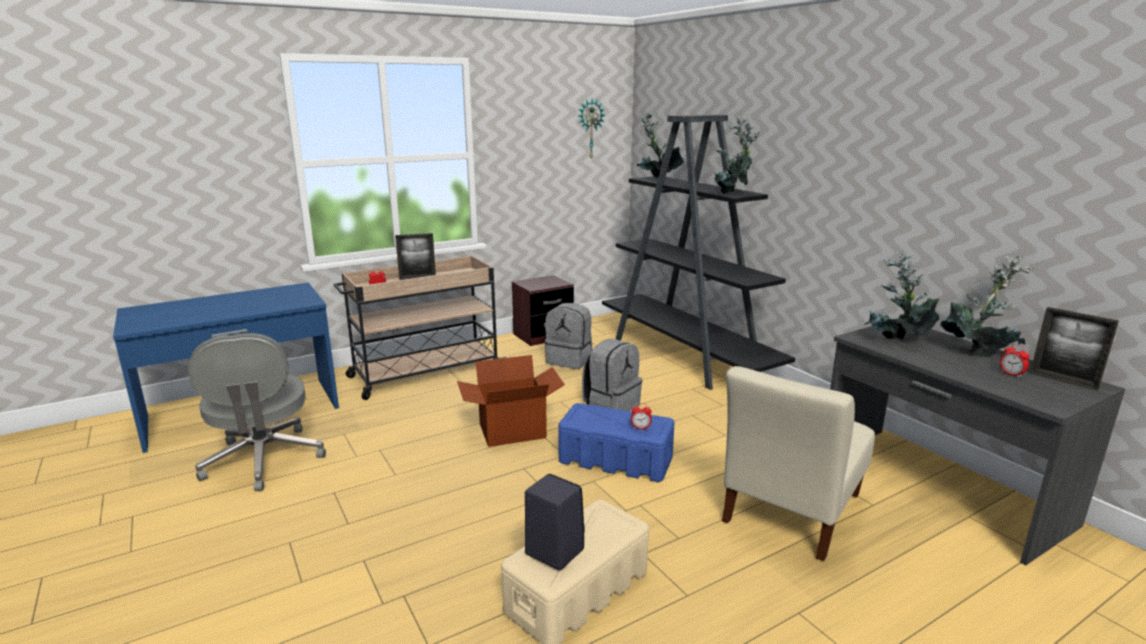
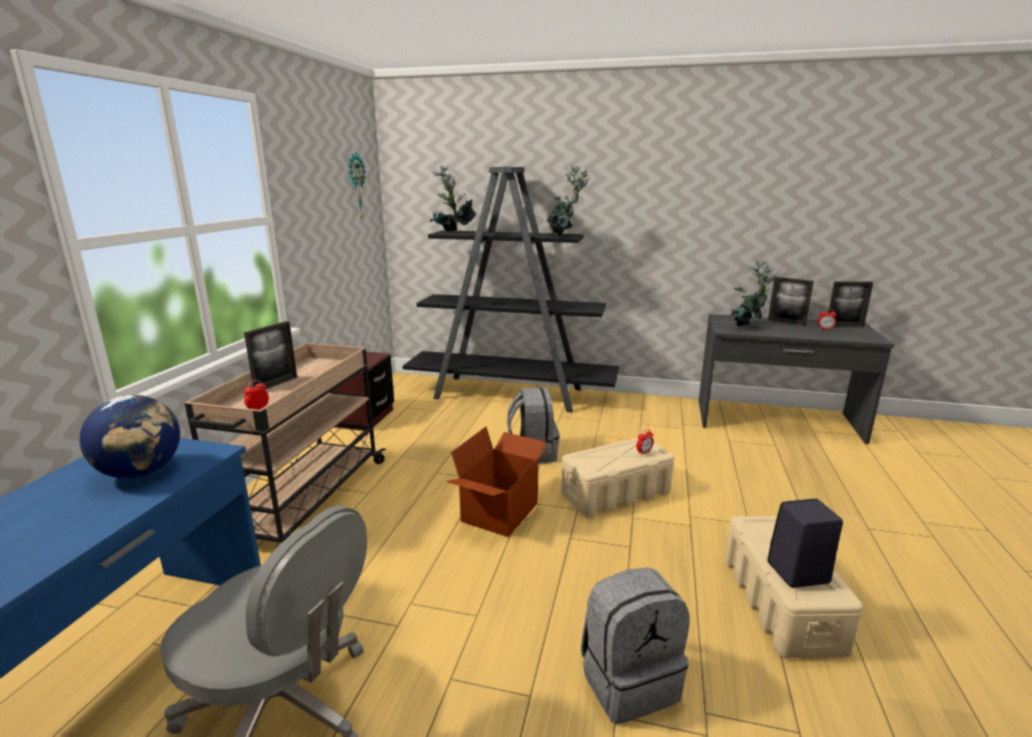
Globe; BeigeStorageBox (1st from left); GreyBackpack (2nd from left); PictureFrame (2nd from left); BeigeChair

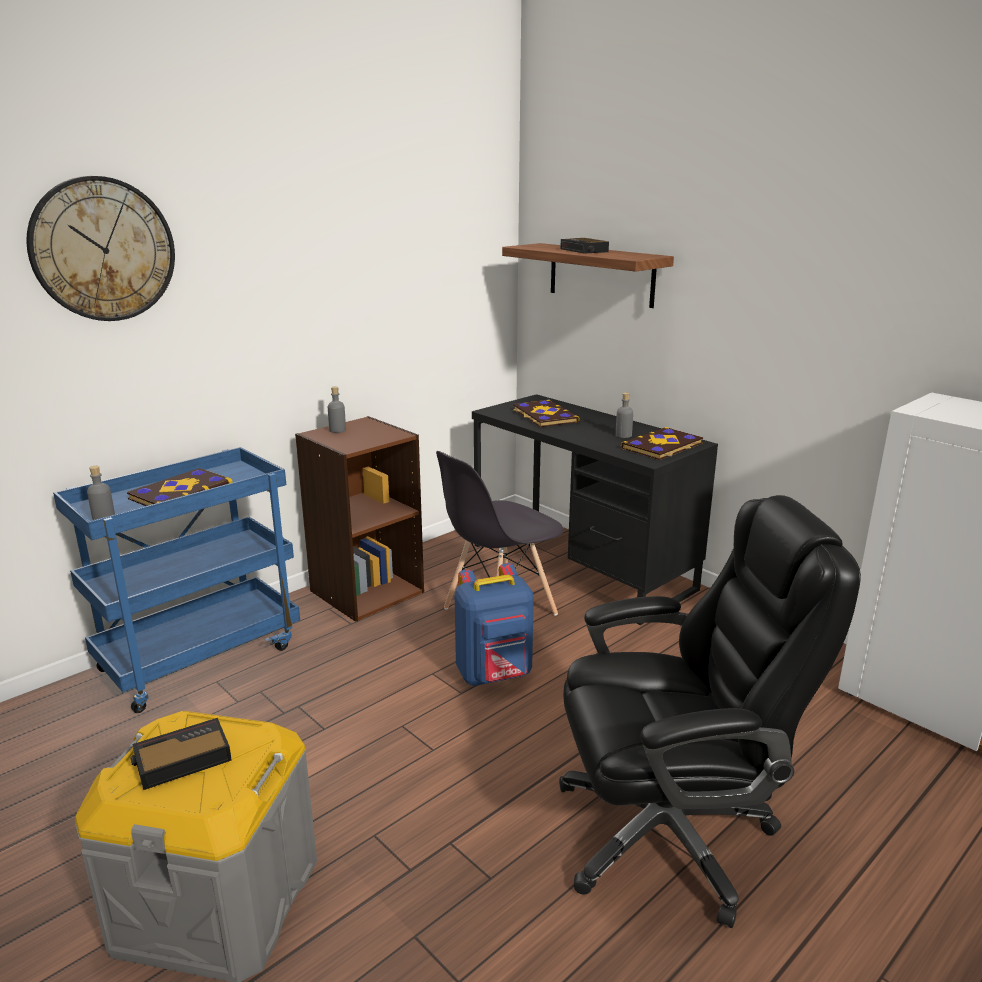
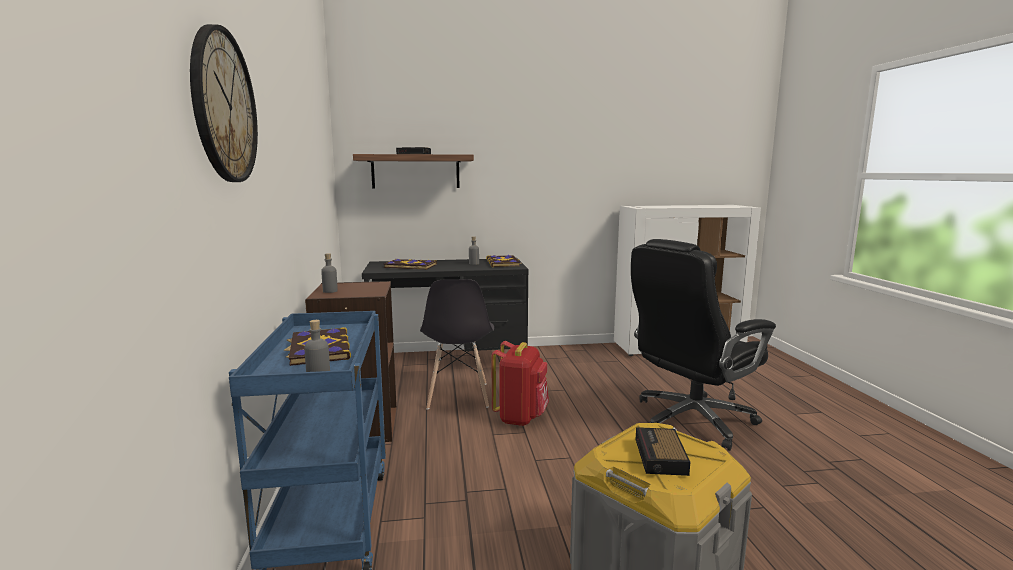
RedBackpack; BlackOfficeChair

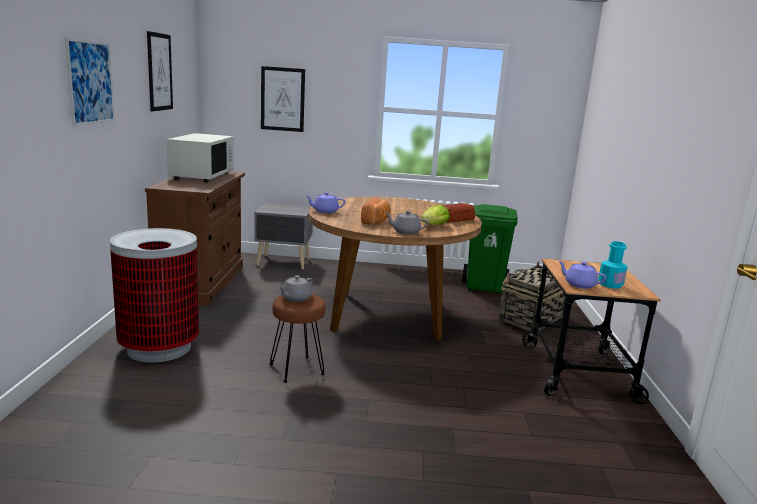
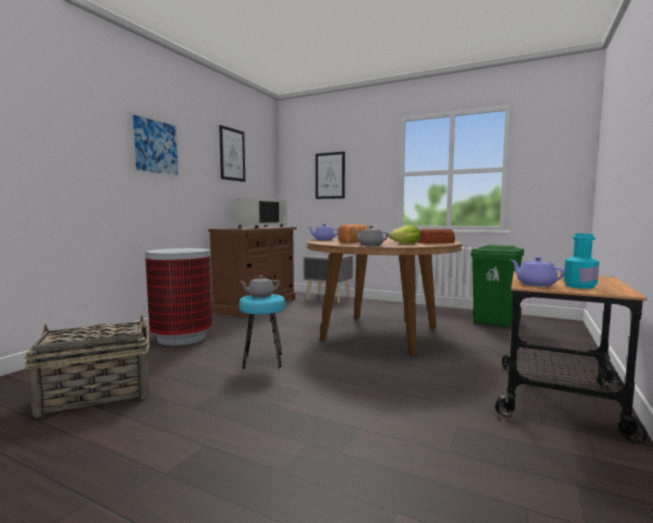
Basket; TurquoiseStool

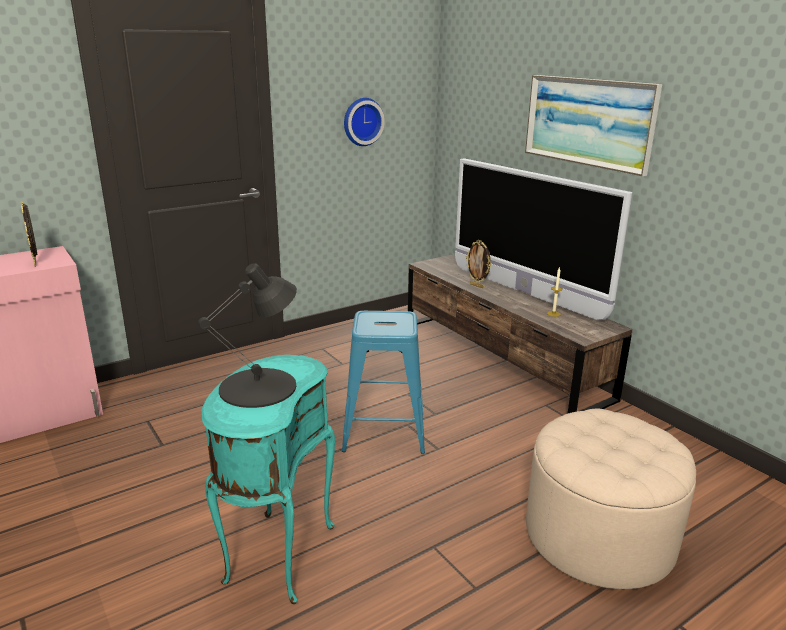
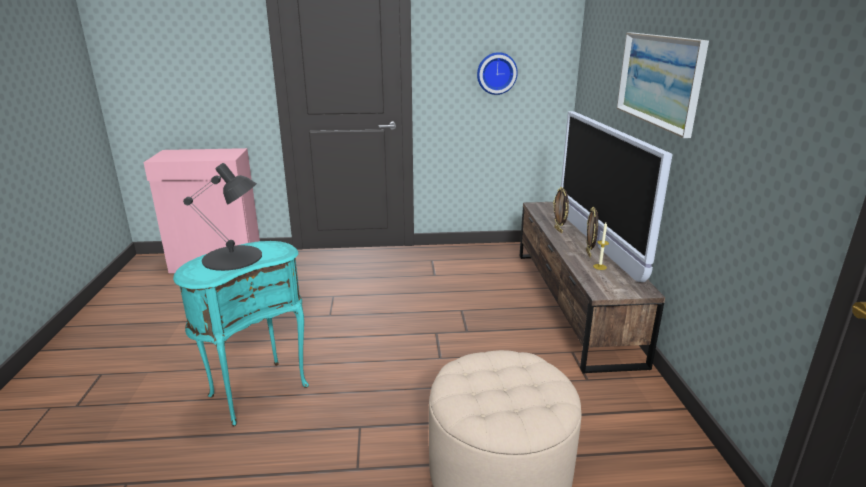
PictureFrame (2nd from left); BlueStool

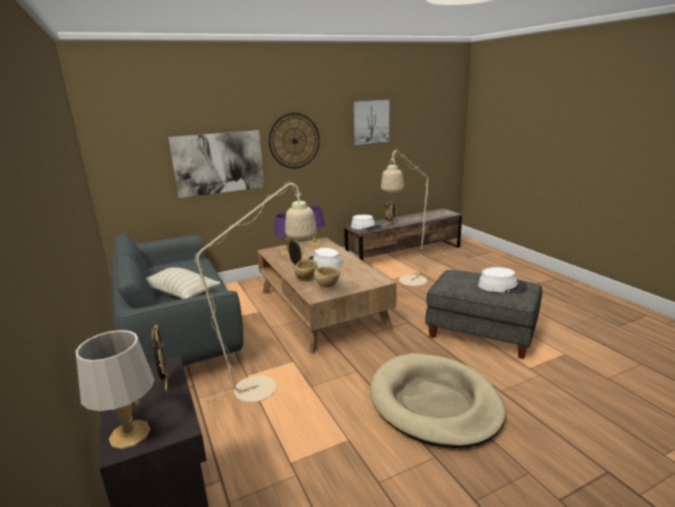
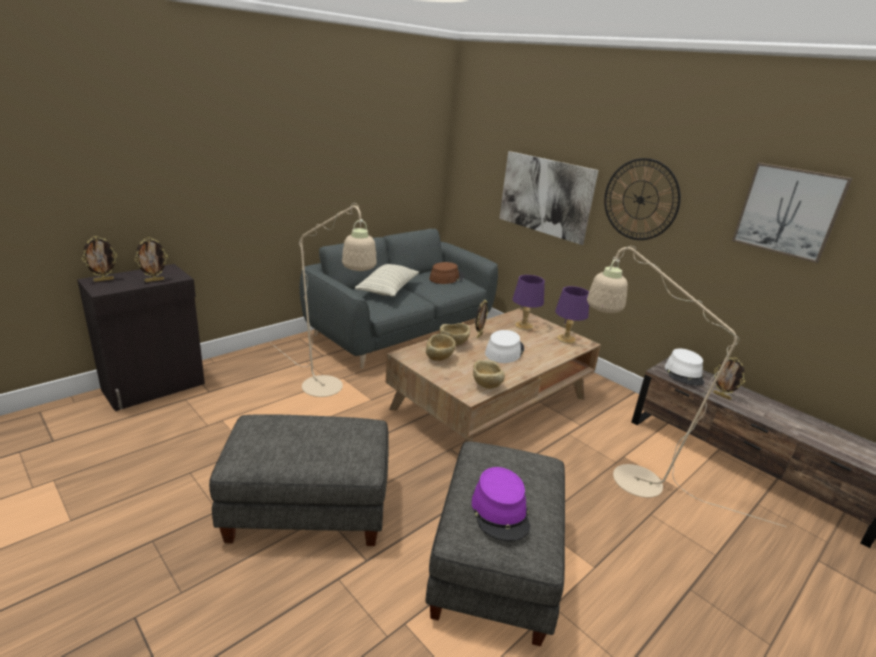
PictureFrame (1st from left); GreyOttoman (1st from left); BrownHat; PurpleHat; BeigeBowl (3rd from left)

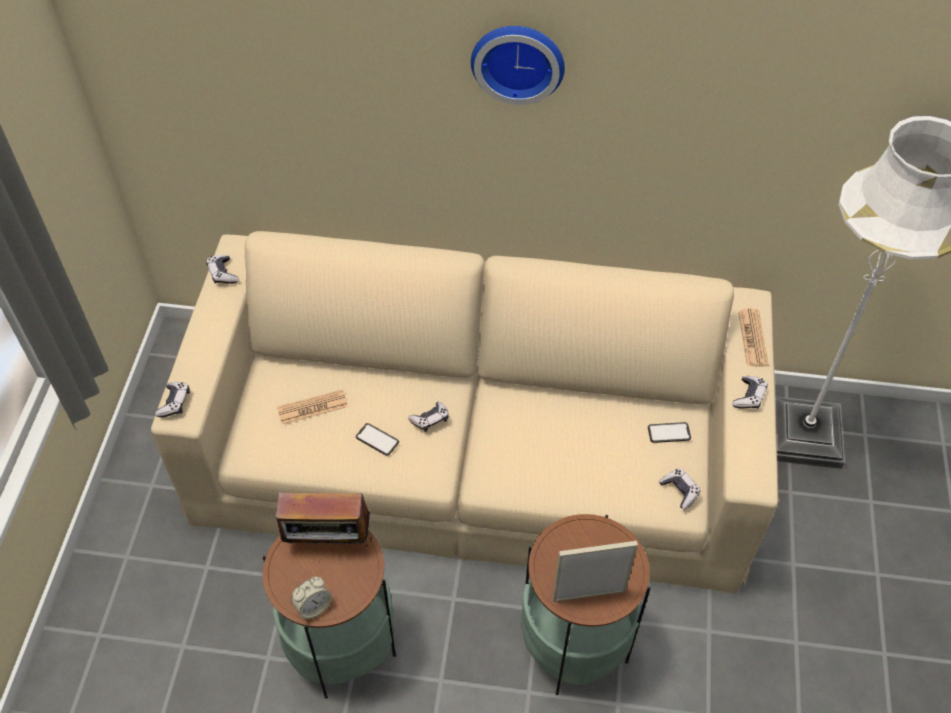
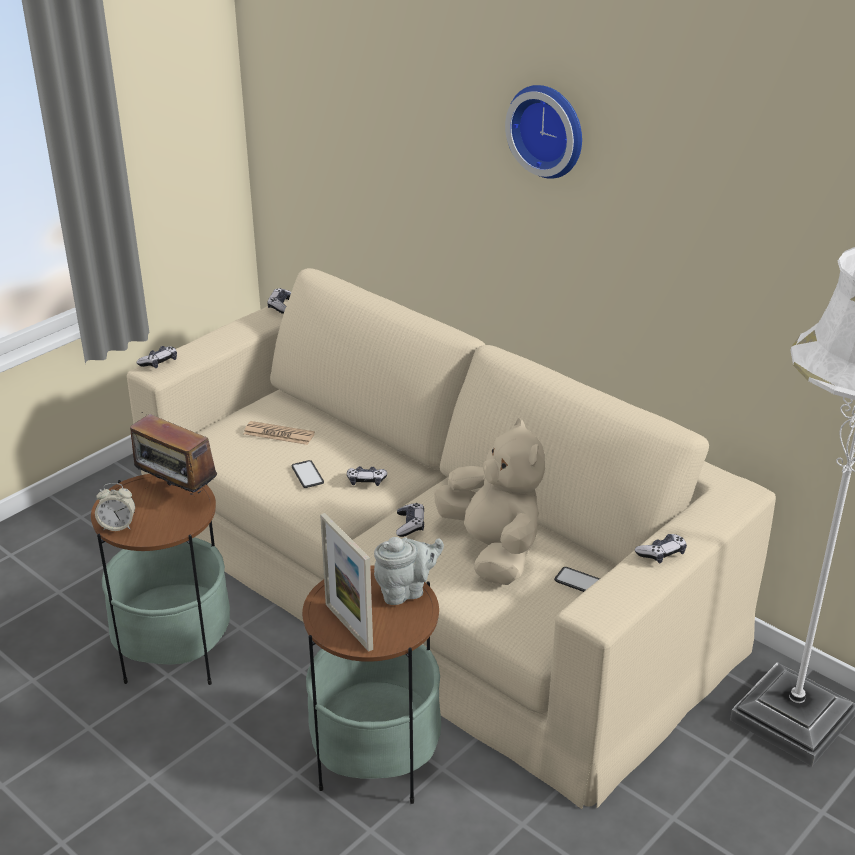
PictureFrame; GreyTeapot; GameController (4th from left); BeigePlushToy; Newspaper (2nd from left in the first image)

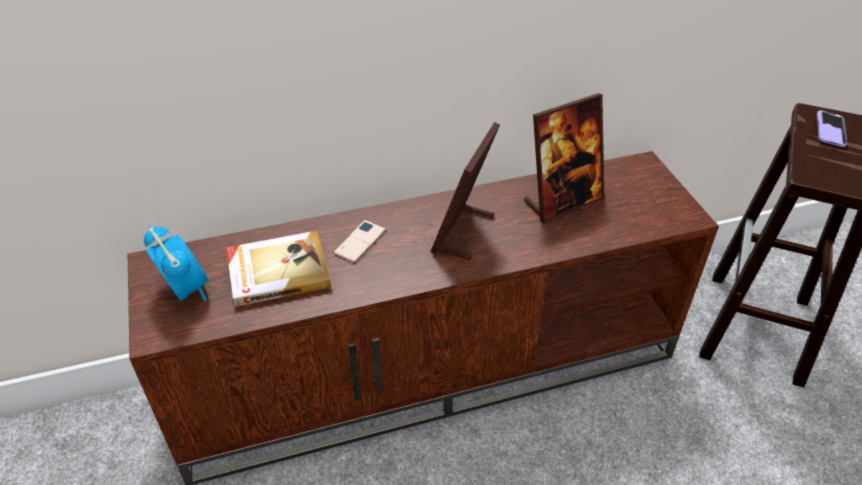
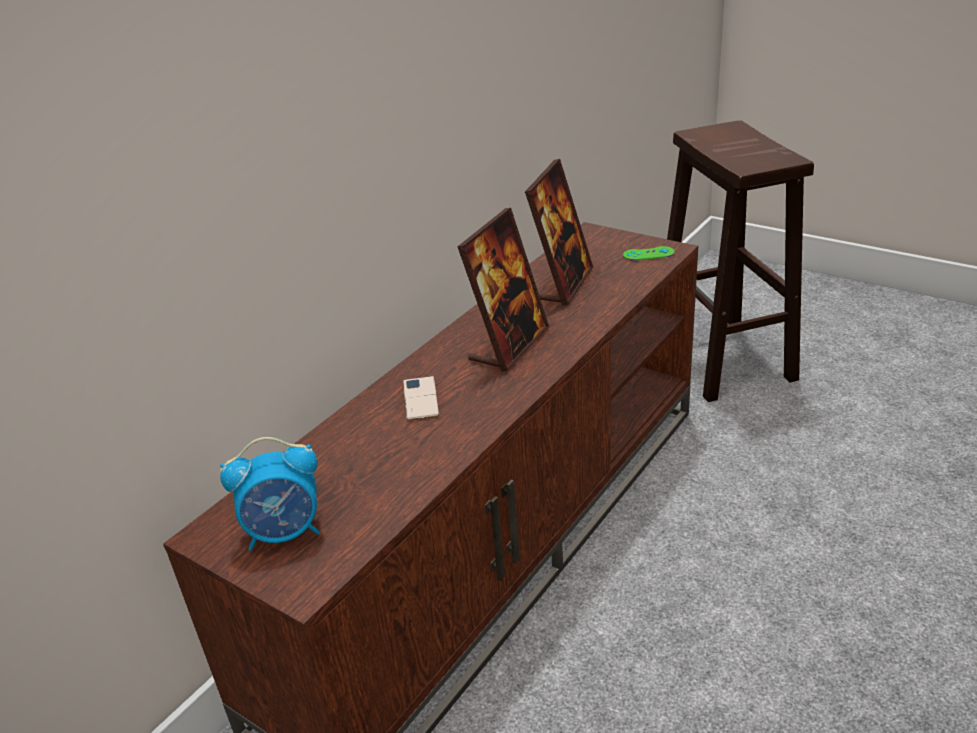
AlarmClock; PictureFrame (1st from left); GreenGameController; Book; Phone (2nd from left in the first image)

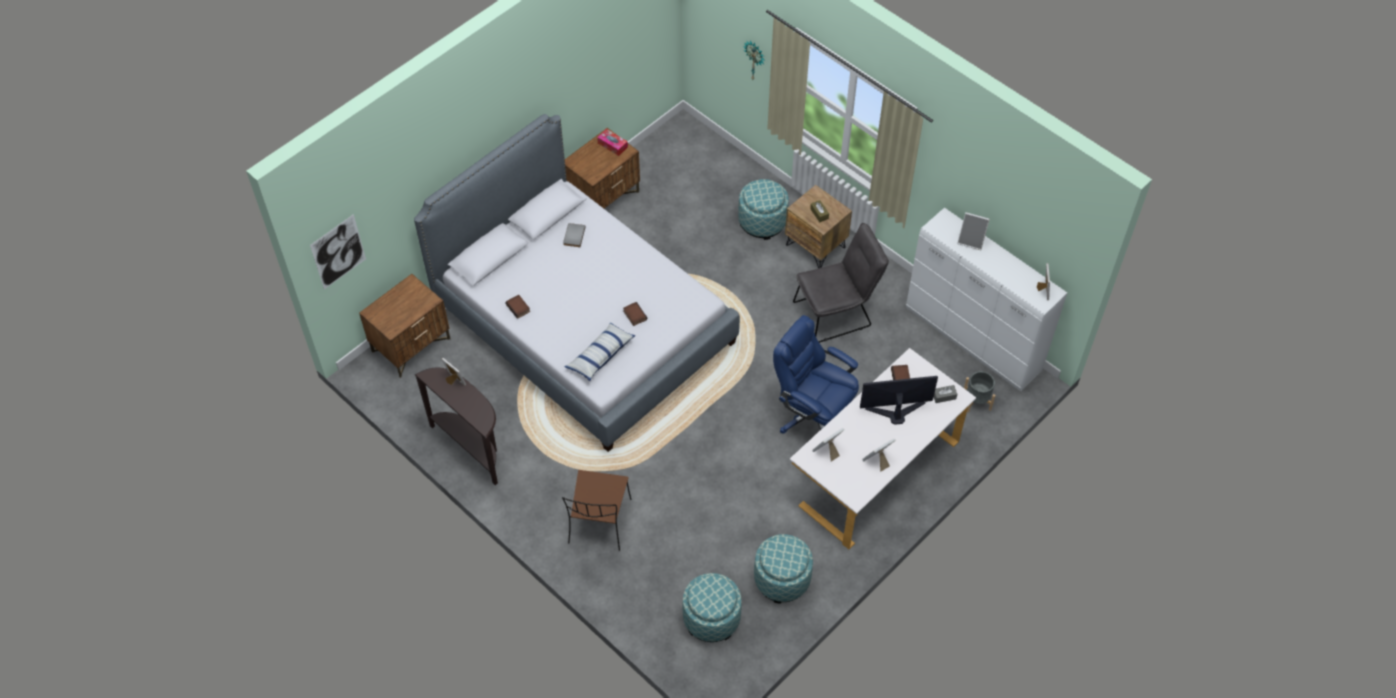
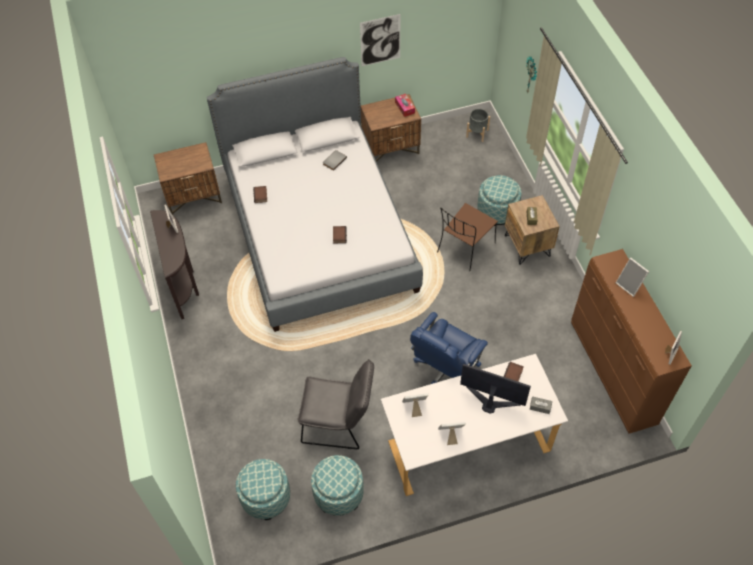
GreyChair; Picture; BlueOfficeChair; BrownChair; GreyPlanter; BrownDresser; Pillow

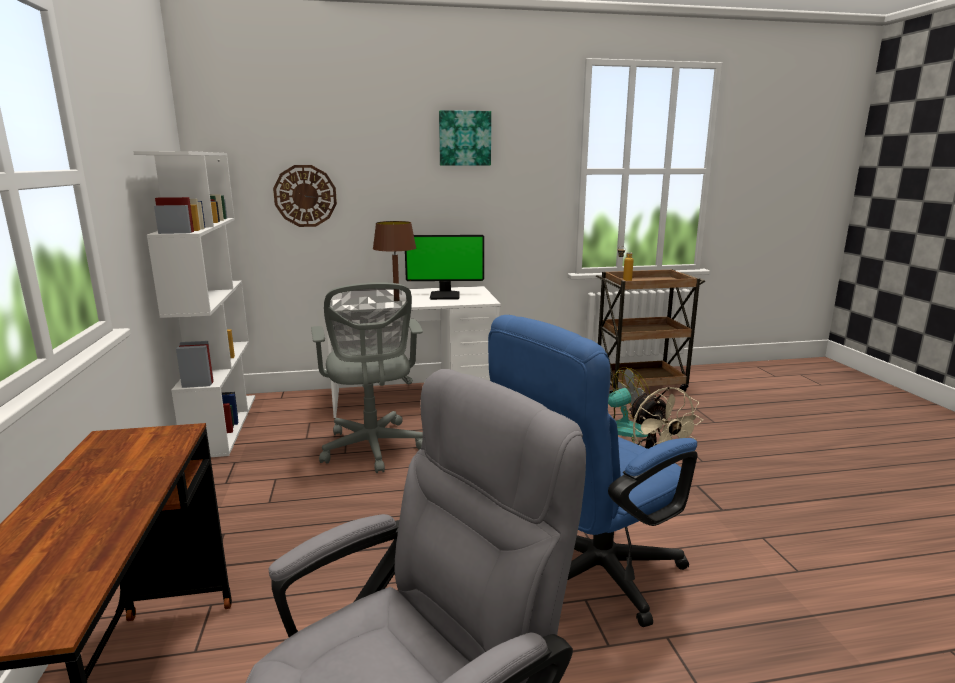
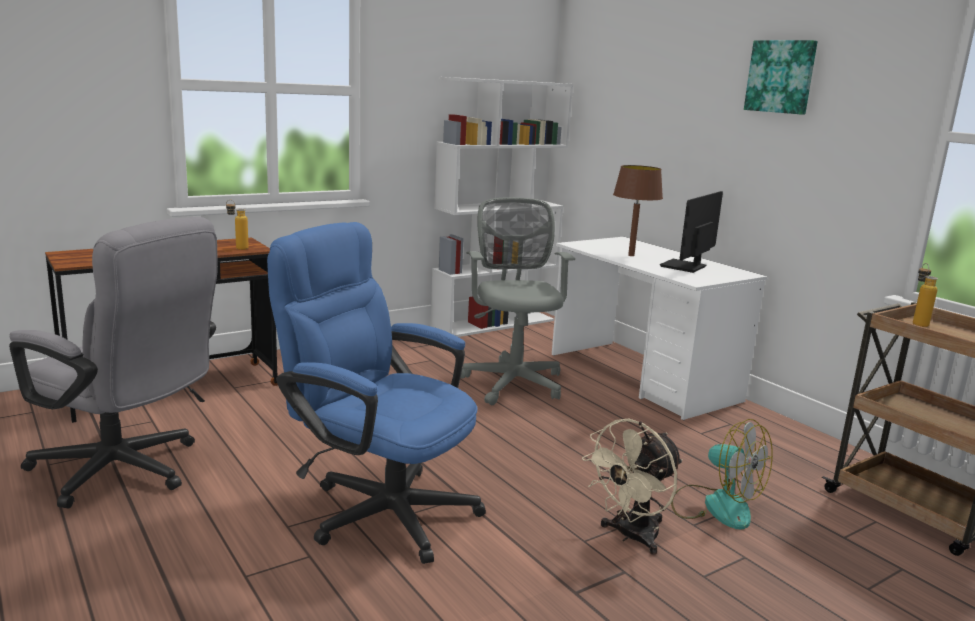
Bottle (1st from left); GreyOfficeChair (2nd from left); Monitor; WallClock

